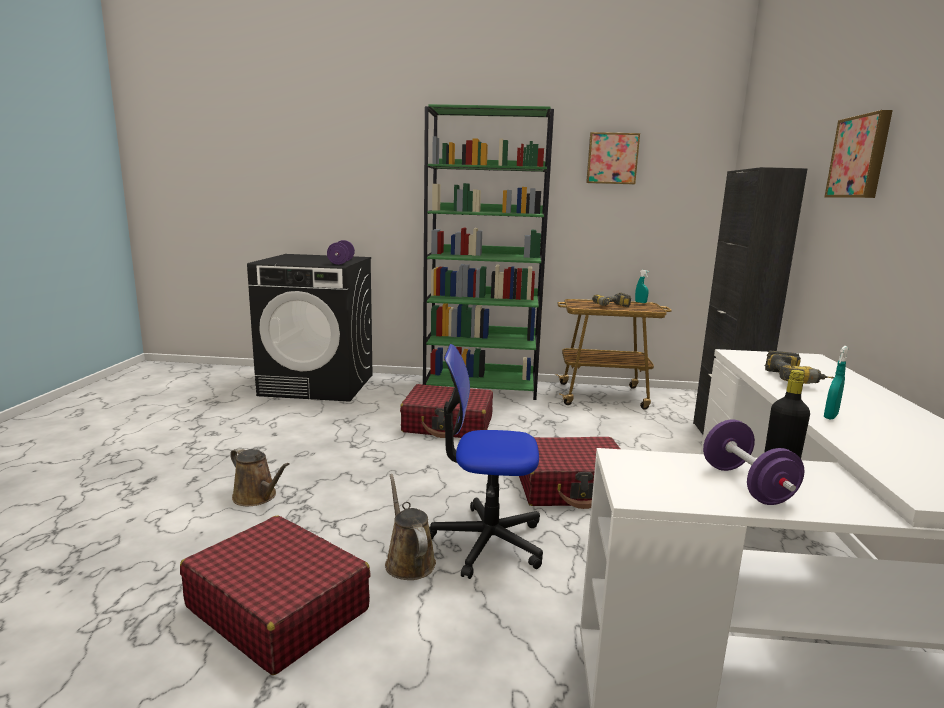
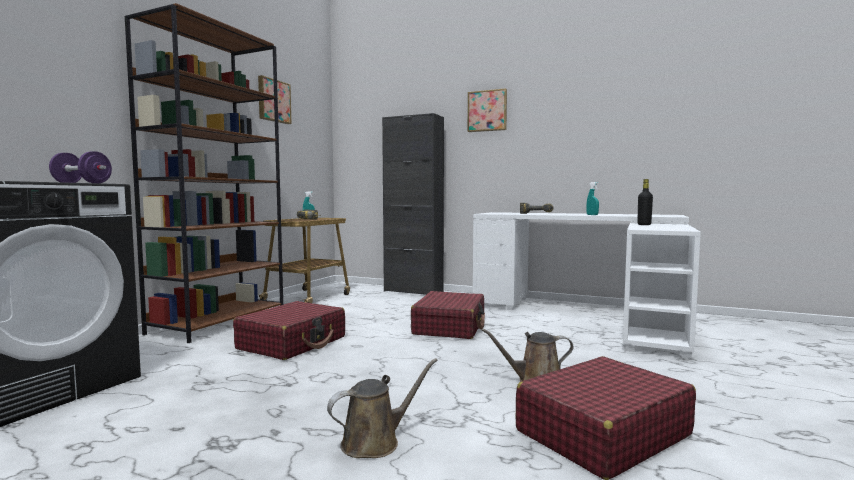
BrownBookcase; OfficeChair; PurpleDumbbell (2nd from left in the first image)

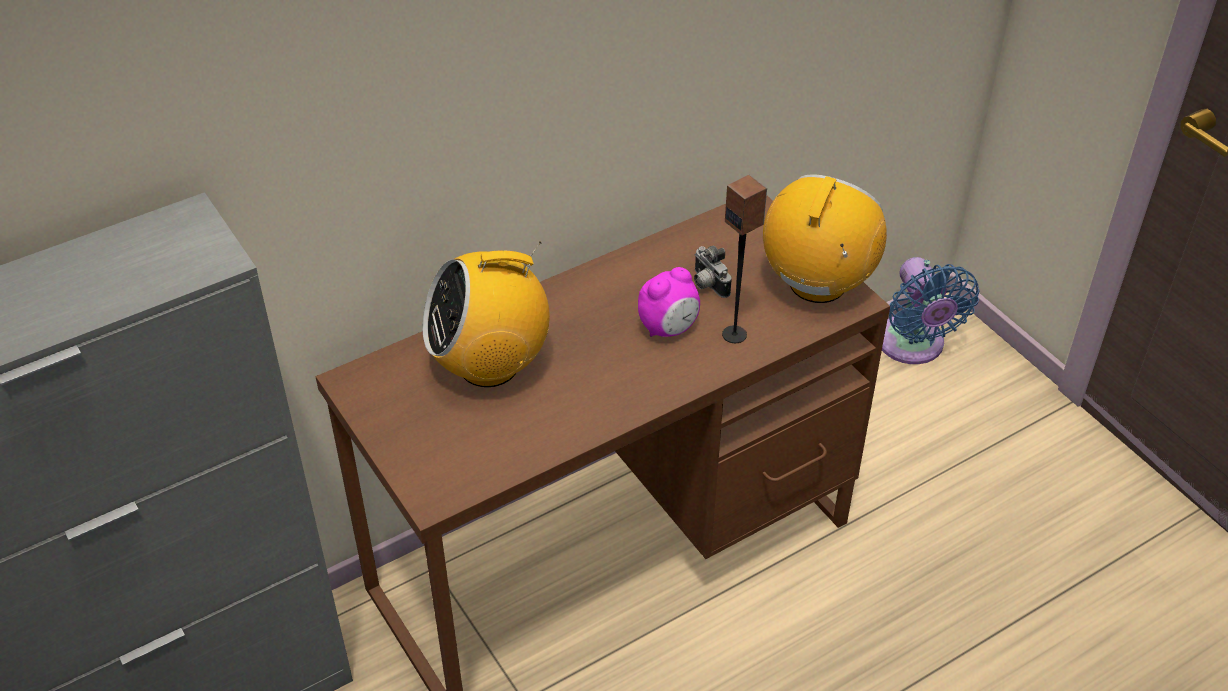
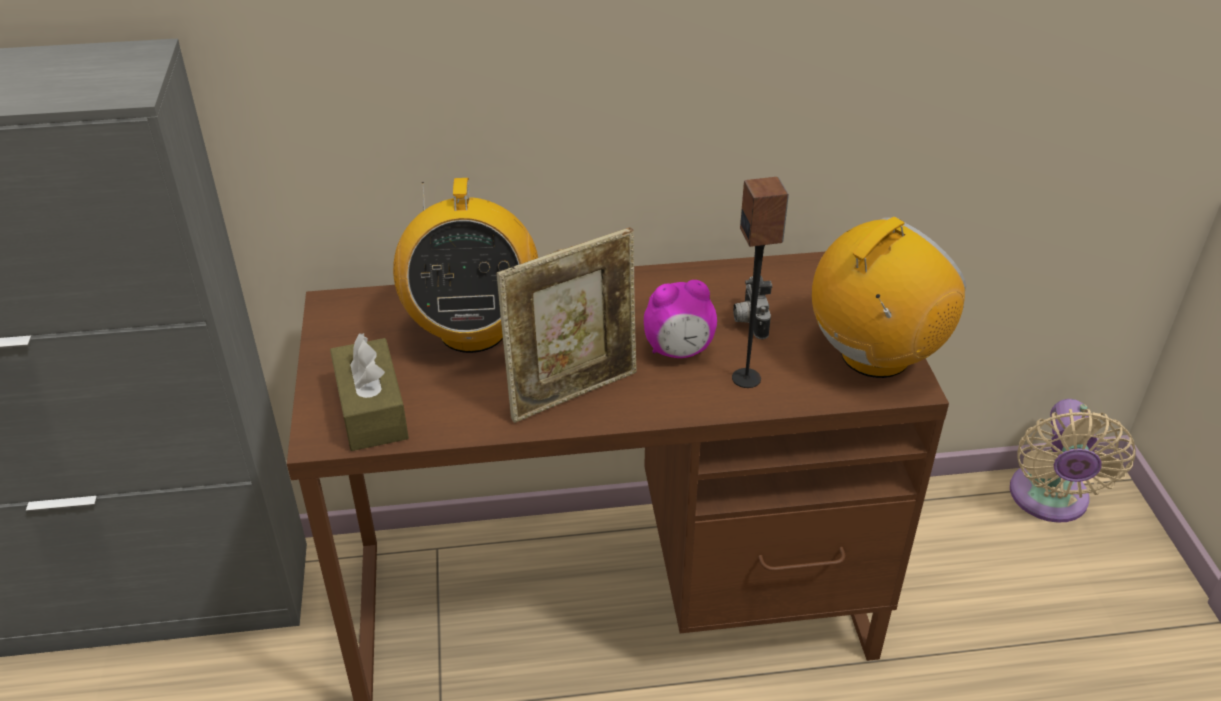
BrownTissueBox; Radio (1st from left); PictureFrame; BeigeFan

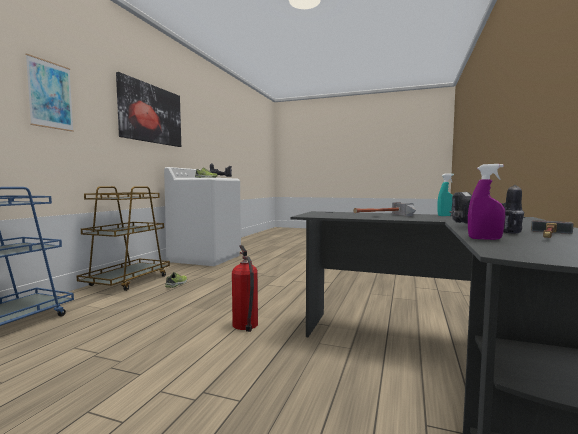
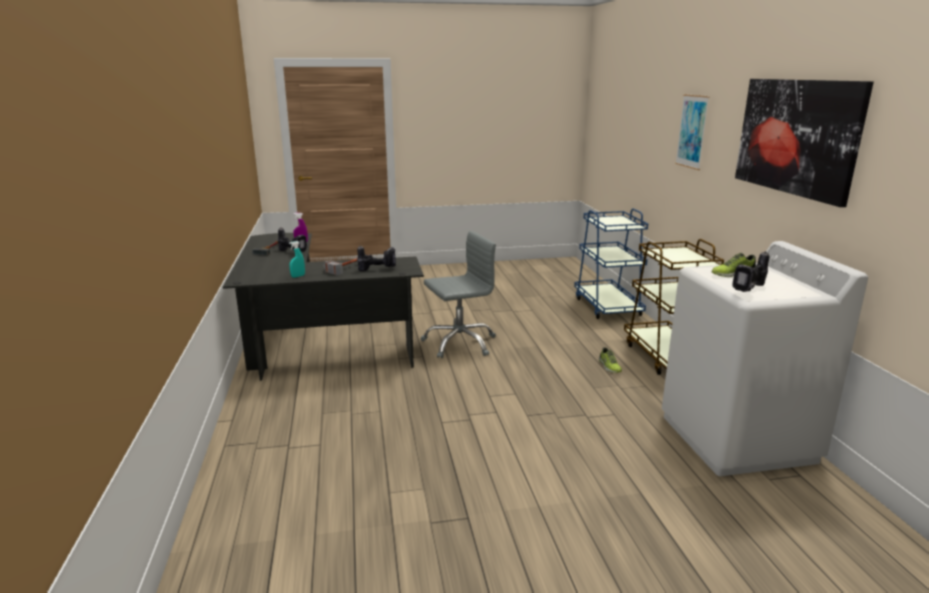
PowerDrill (2nd from left); GreyOfficeChair

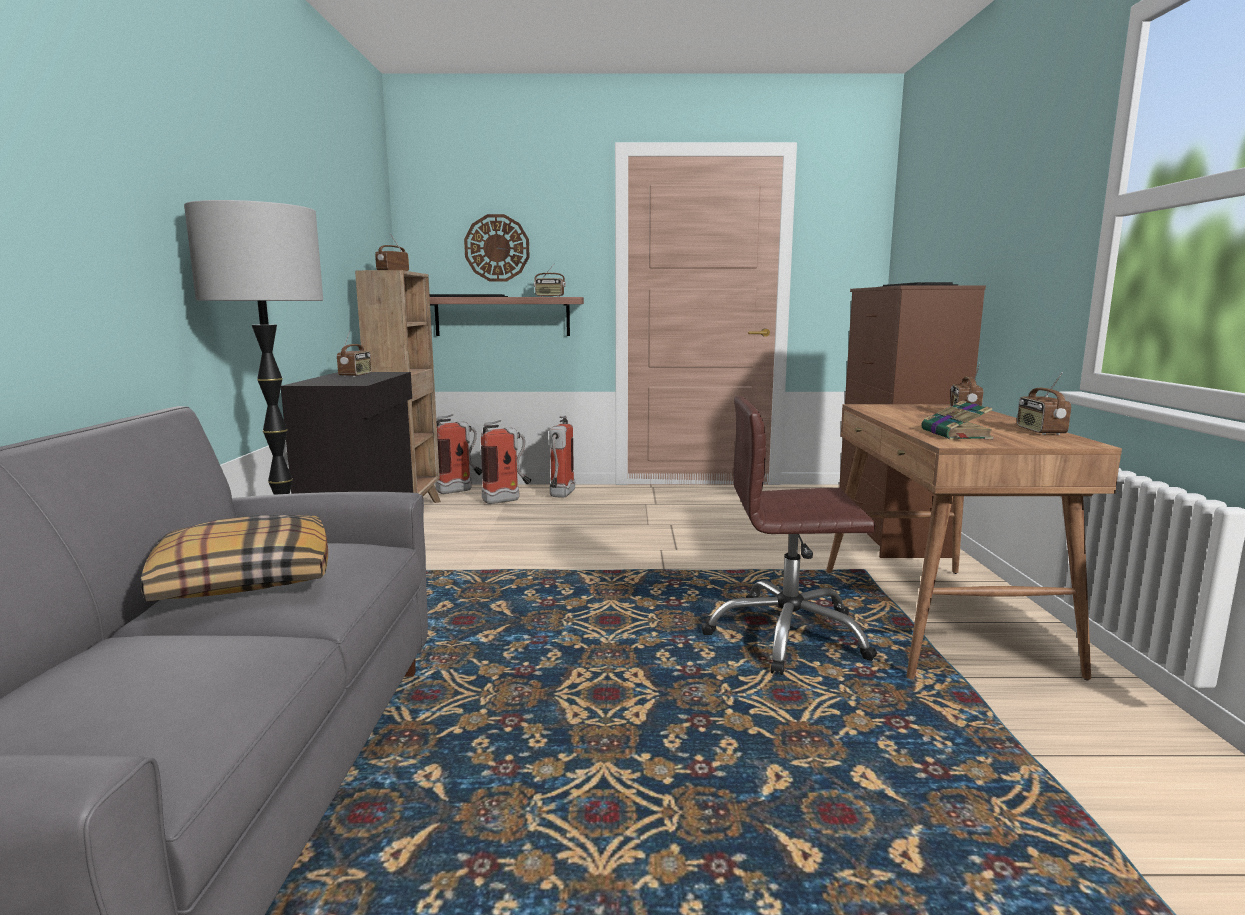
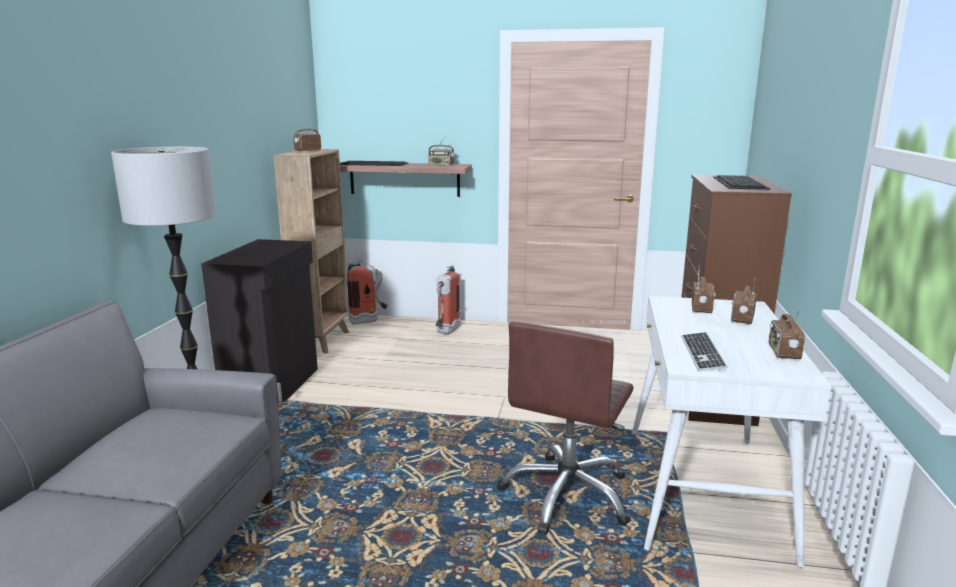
BrownOfficeChair; WhiteDesk; Keyboard (2nd from left); Radio (3rd from left); Pillow; WallClock; FireExtinguisher (2nd from left in the first image)

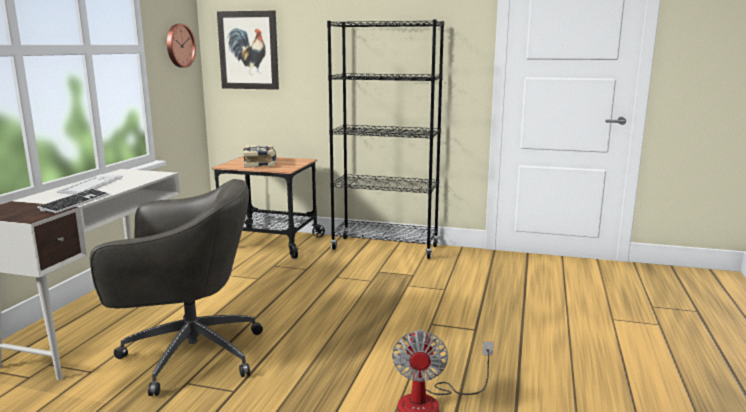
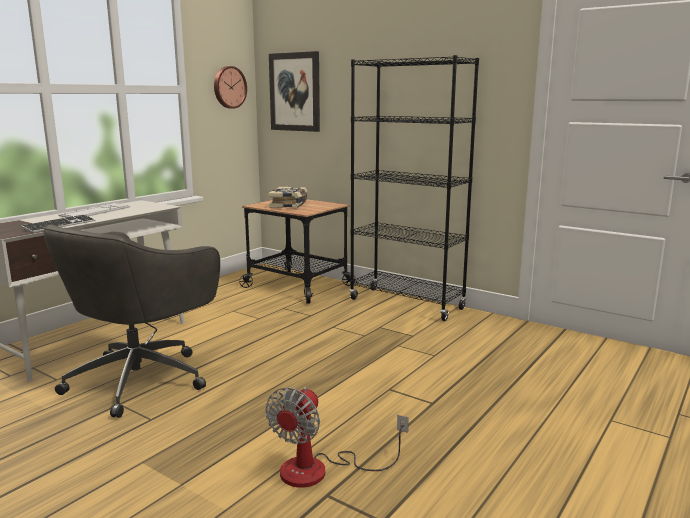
GreyOfficeChair

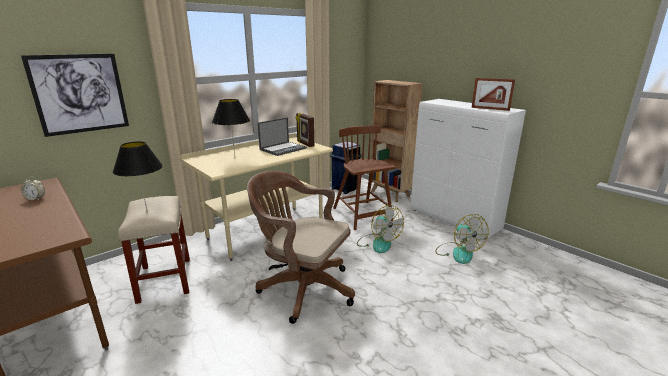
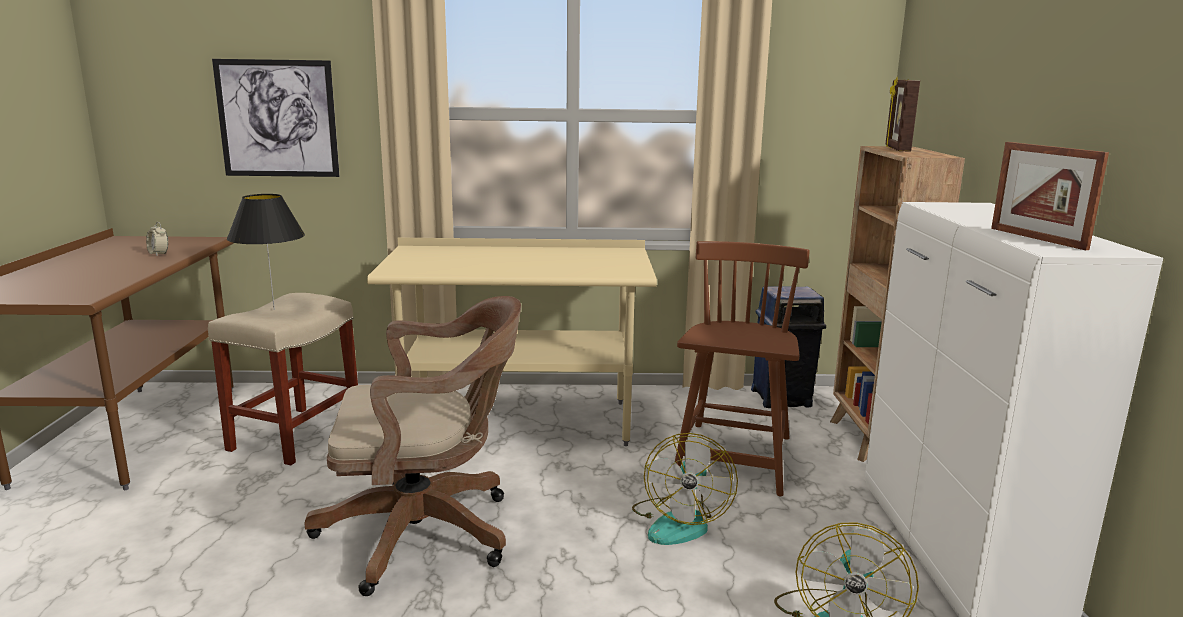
BrownOfficeChair; PictureFrame (1st from left); BlackTableLamp (2nd from left in the first image); Laptop

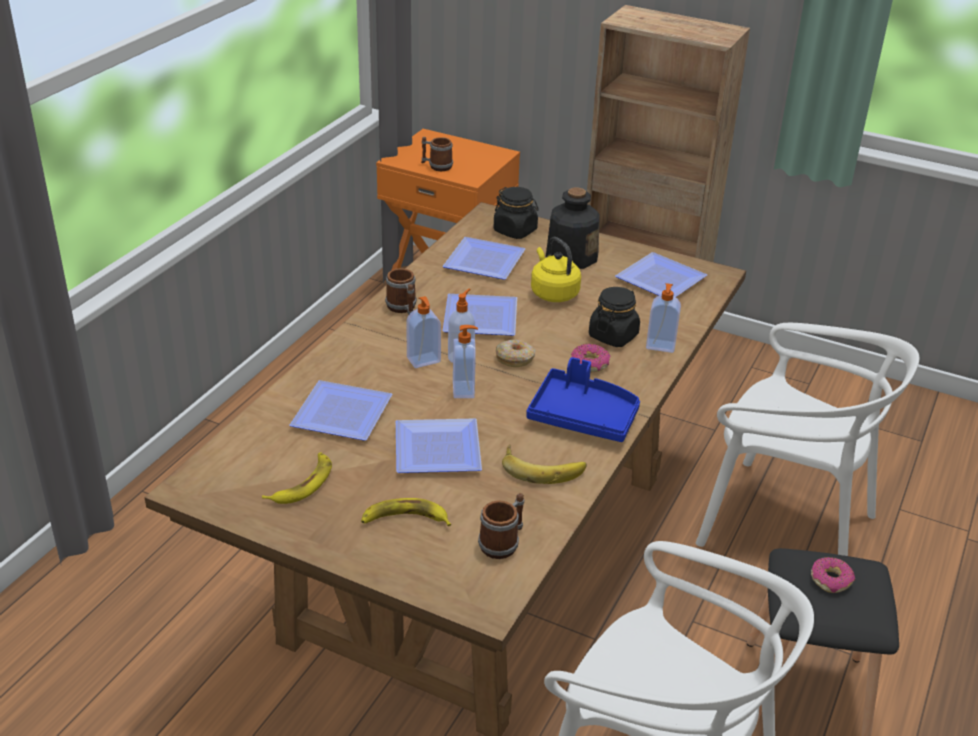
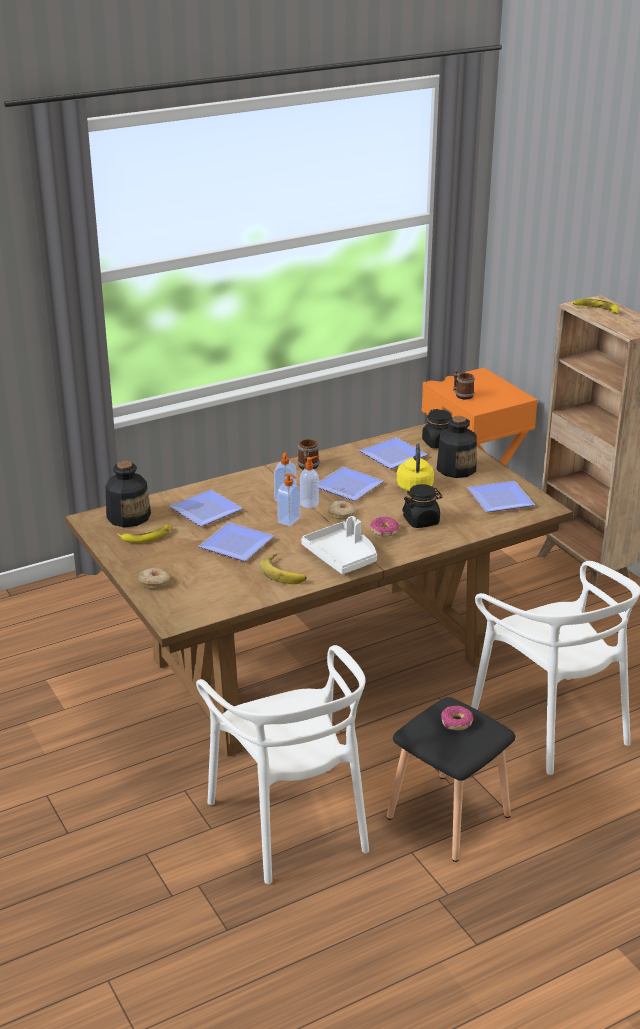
Bottle (1st from left); Donut (1st from left); WhiteTray; Banana (3rd from left); Mug (3rd from left in the first image); SoapDispenser (4th from left in the first image)

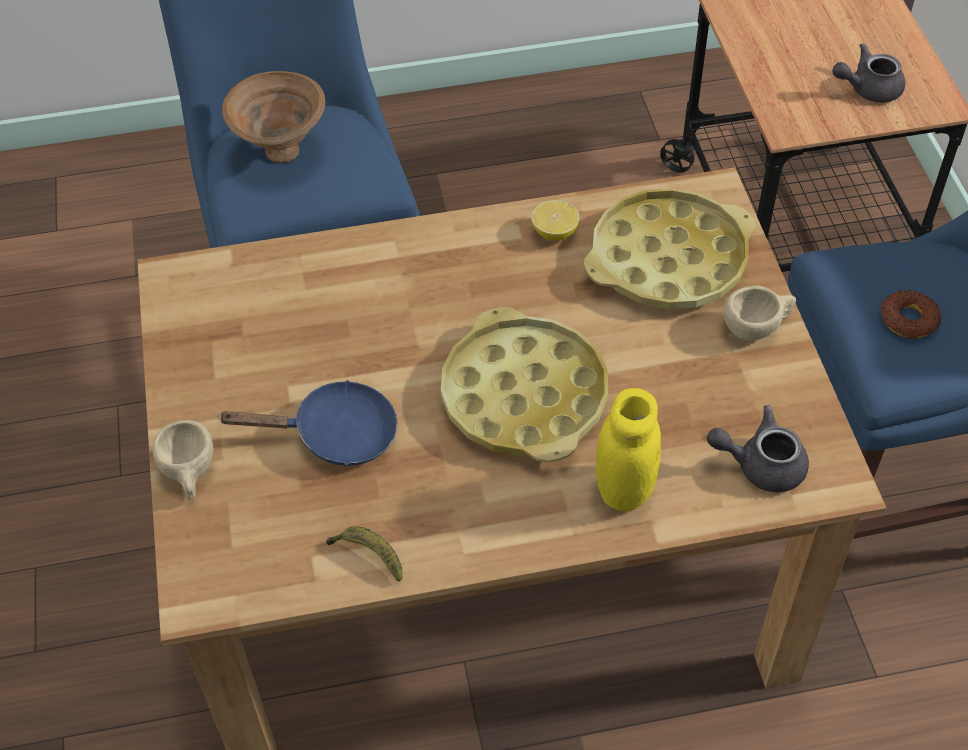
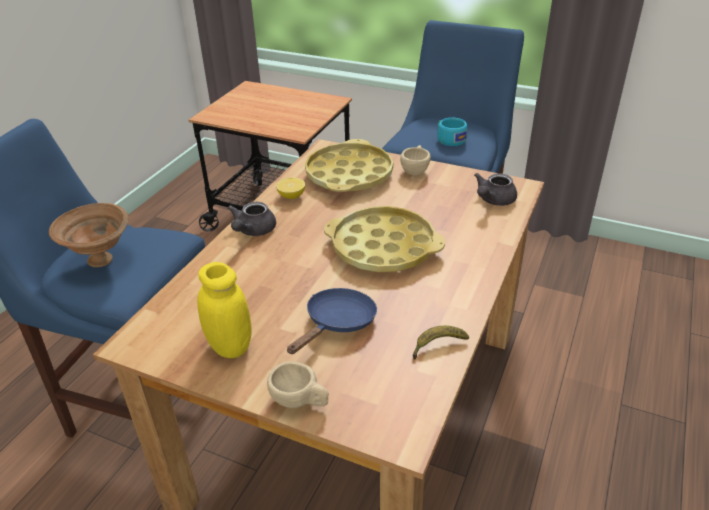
YellowJar; GreyTeapot (1st from left); TurquoiseCup

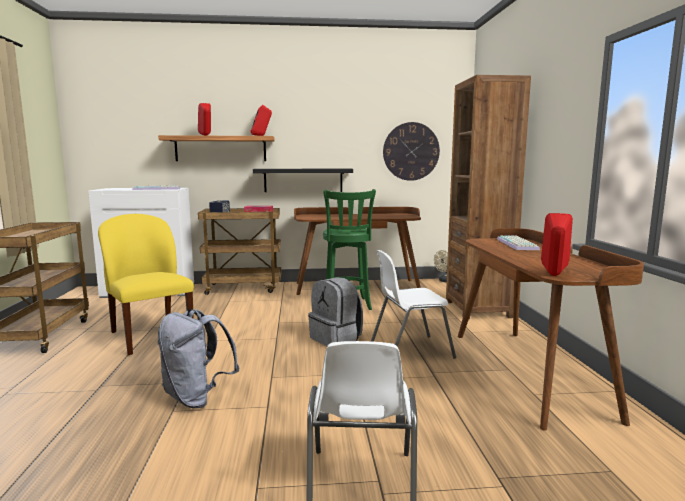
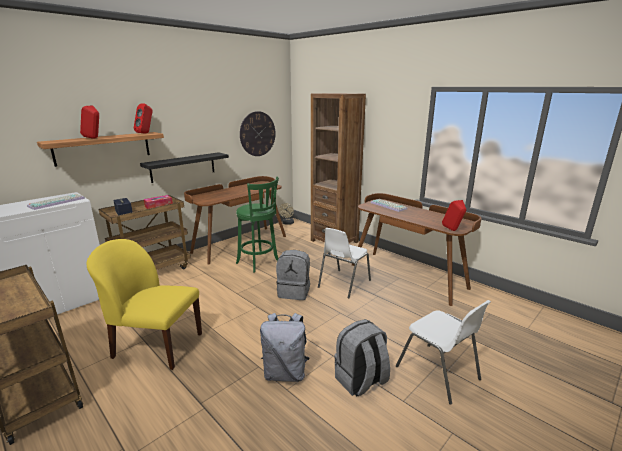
GreyBackpack (3rd from left)

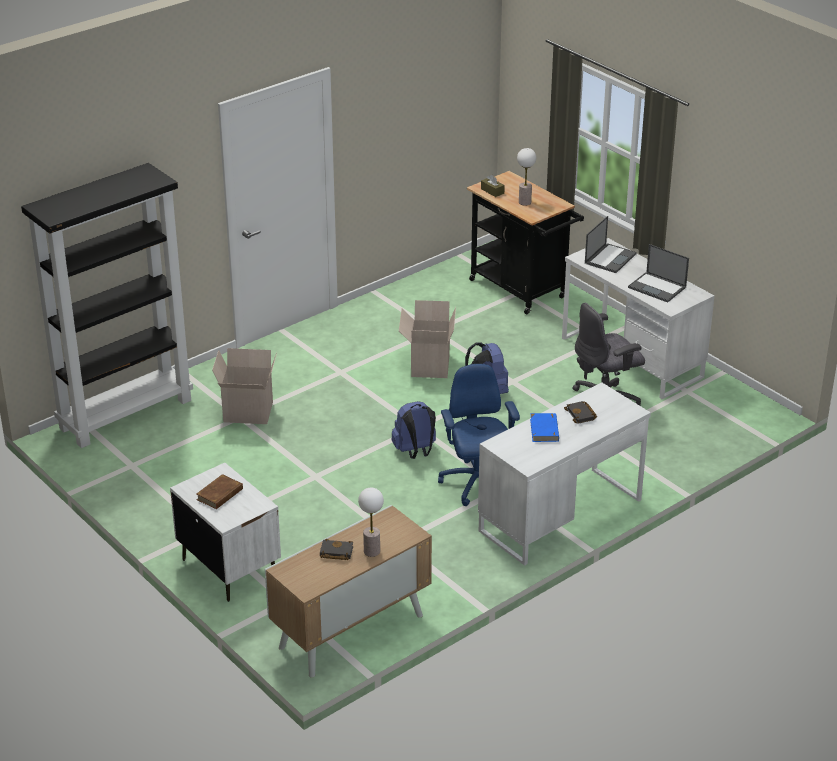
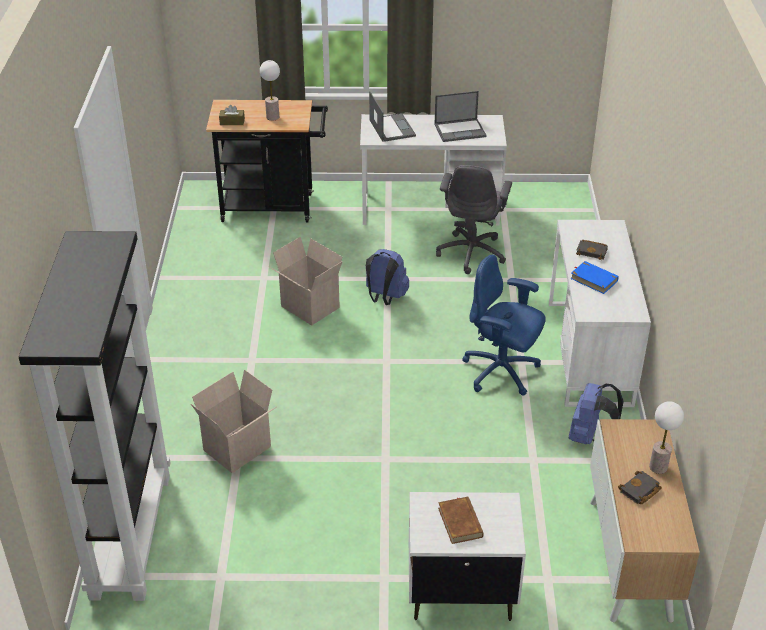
BlueBackpack (2nd from left)

